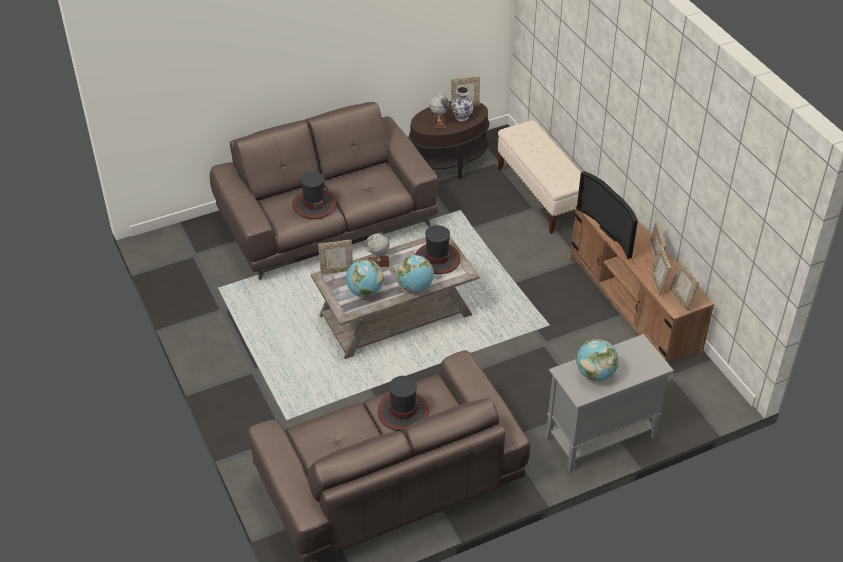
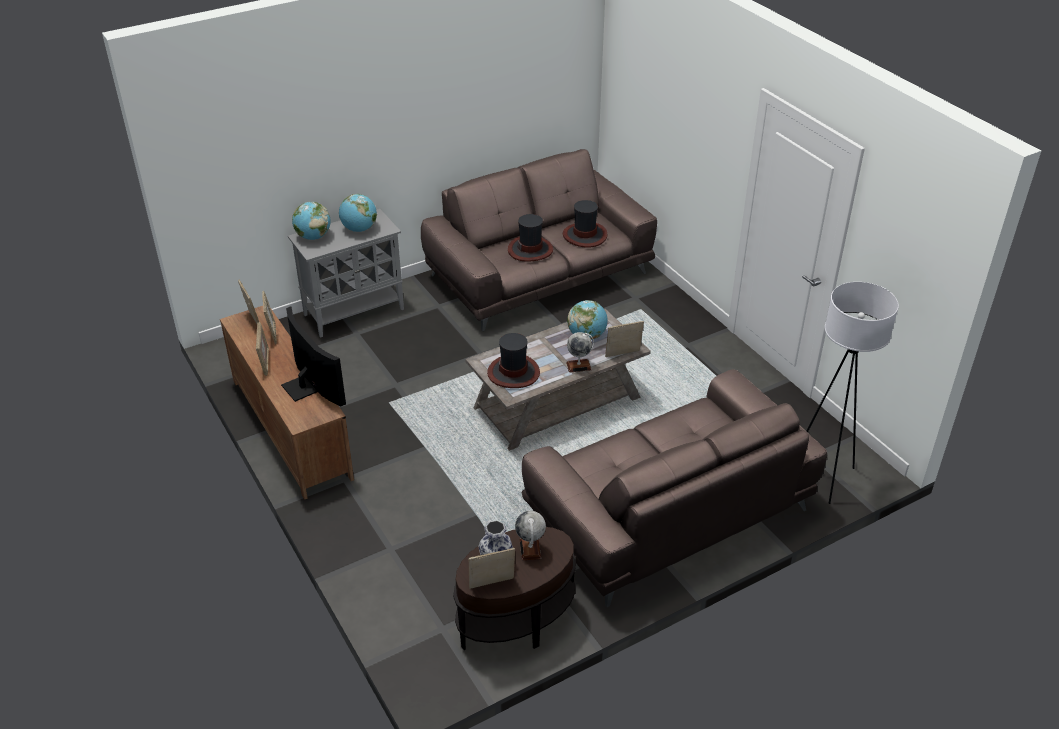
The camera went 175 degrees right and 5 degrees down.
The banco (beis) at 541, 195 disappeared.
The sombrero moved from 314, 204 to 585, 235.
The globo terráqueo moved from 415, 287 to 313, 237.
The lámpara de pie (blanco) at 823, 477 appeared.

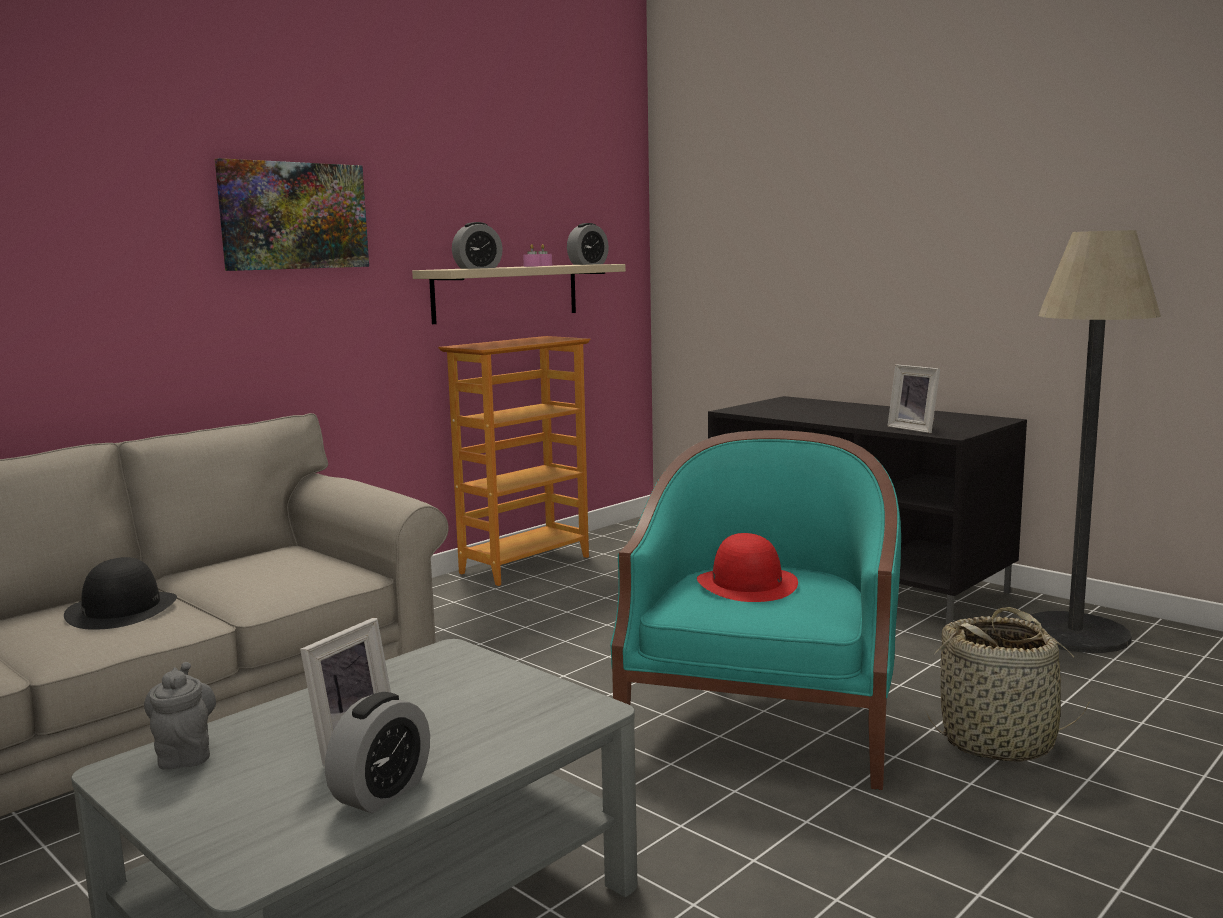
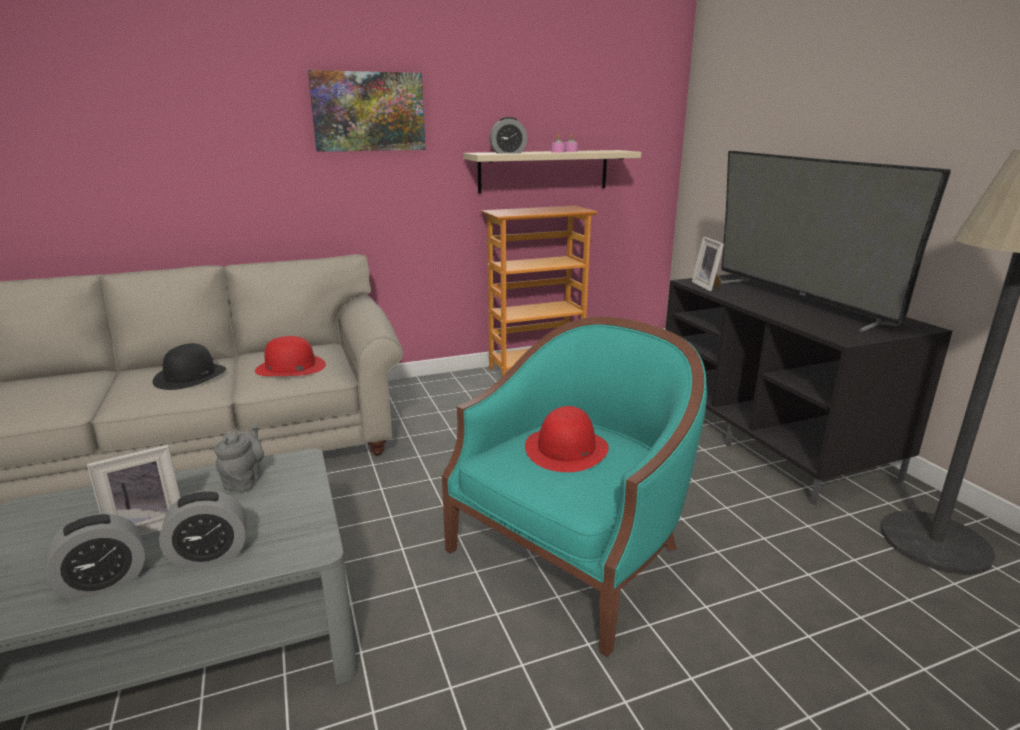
The camera went 25 degrees right and 10 degrees up.
The despertador moved from 588, 264 to 210, 554.
The portarretratos moved from 915, 429 to 708, 286.
The cesta at 999, 741 disappeared.
The tetera (gris) moved from 185, 754 to 244, 481.
The televisor at 797, 301 appeared.
The sombrero (rojo) at 290, 367 appeared.

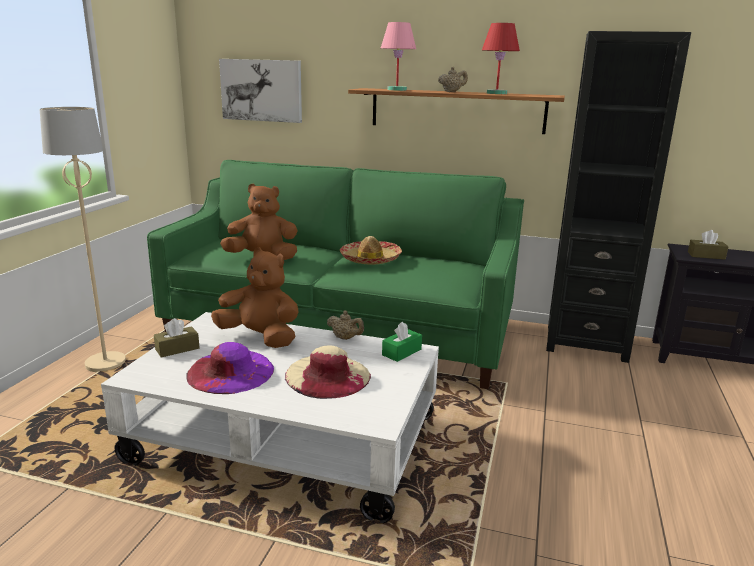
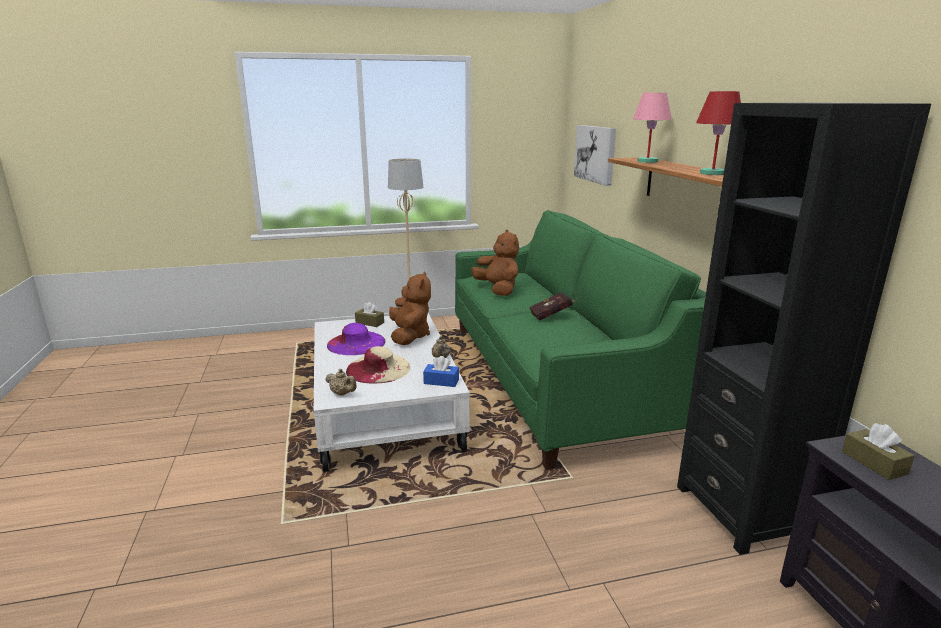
The camera went 60 degrees right and 0 degrees up.
The tetera (beis) moved from 452, 92 to 342, 394.
The sombrero at 370, 259 was replaced by the libro (rojo) at 552, 316.
The caja de pañuelos (verde) at 401, 352 became the caja de pañuelos (azul) at 441, 381.

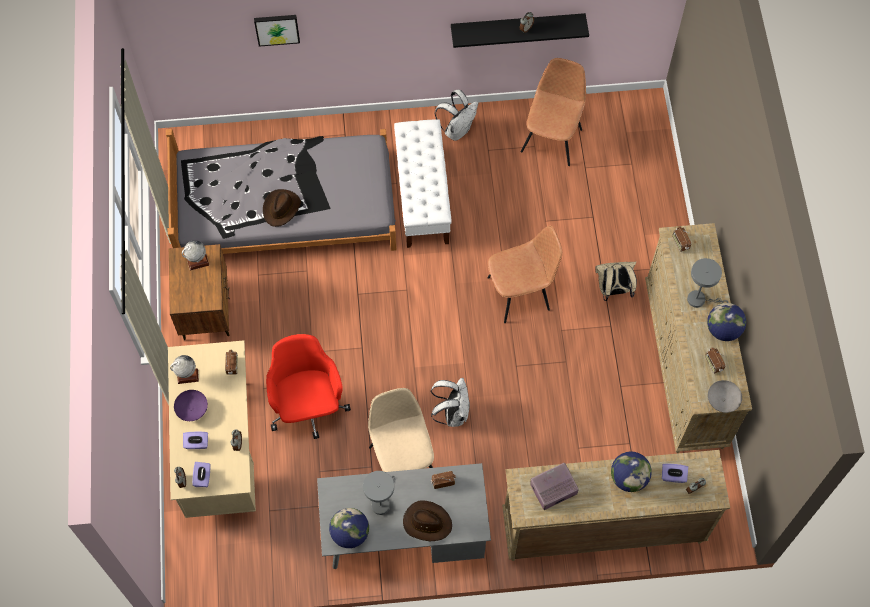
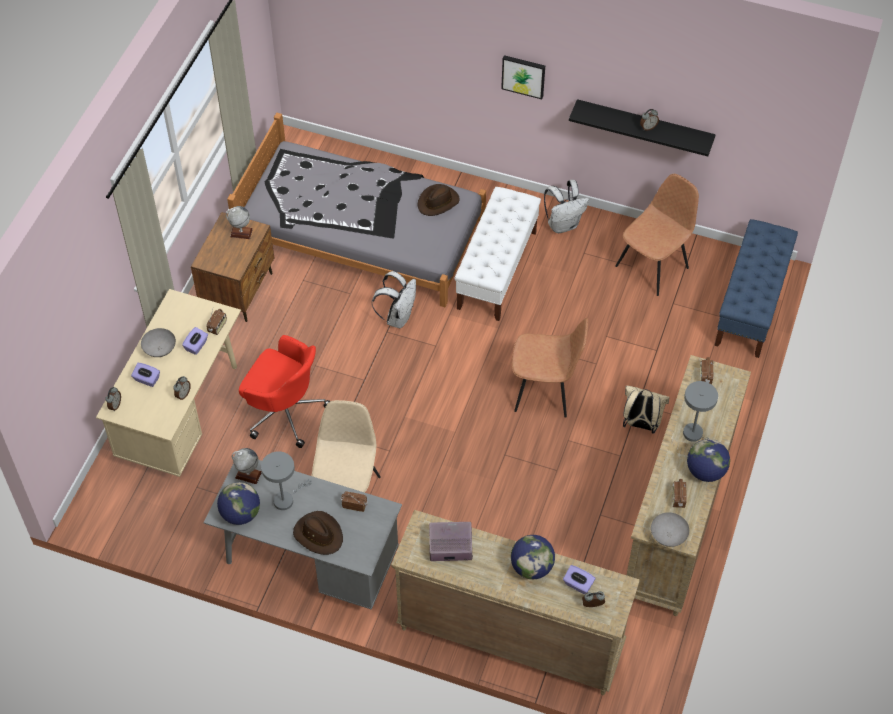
The camera went 25 degrees right and 10 degrees down.
The cuadro moved from 277, 28 to 523, 75.
The sombrero (marrón) moved from 281, 208 to 438, 202.
The silla de oficina (rojo) at 308, 406 turned 105 degrees clockwise.
The globo terráqueo moved from 187, 376 to 248, 475.
The mochila (blanco) moved from 452, 413 to 398, 317.
The cuenco (morado) at 192, 410 became the cuenco (gris) at 159, 350.
The caja de pañuelos (morado) moved from 203, 477 to 196, 346.
The banco (azul) at 751, 305 appeared.

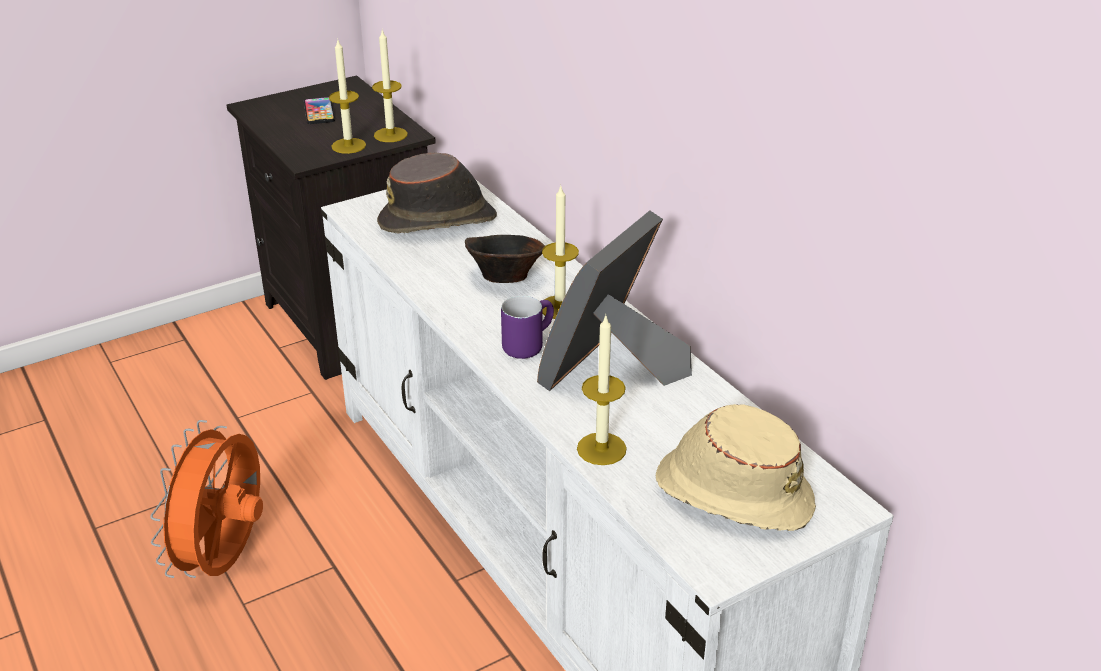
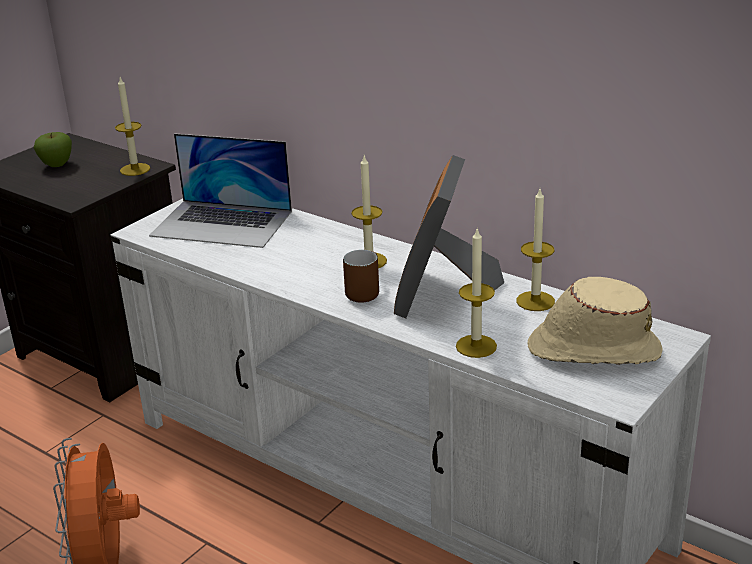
The camera went 20 degrees left and 5 degrees down.
The vela moved from 348, 146 to 535, 301.
The móvil at 319, 112 was replaced by the manzana at 57, 164.
The sombrero (marrón) at 439, 221 was replaced by the portátil at 222, 223.
The cuenco (marrón) at 504, 277 disappeared.
The taza grande (morado) at 527, 344 became the taza grande (marrón) at 363, 291.

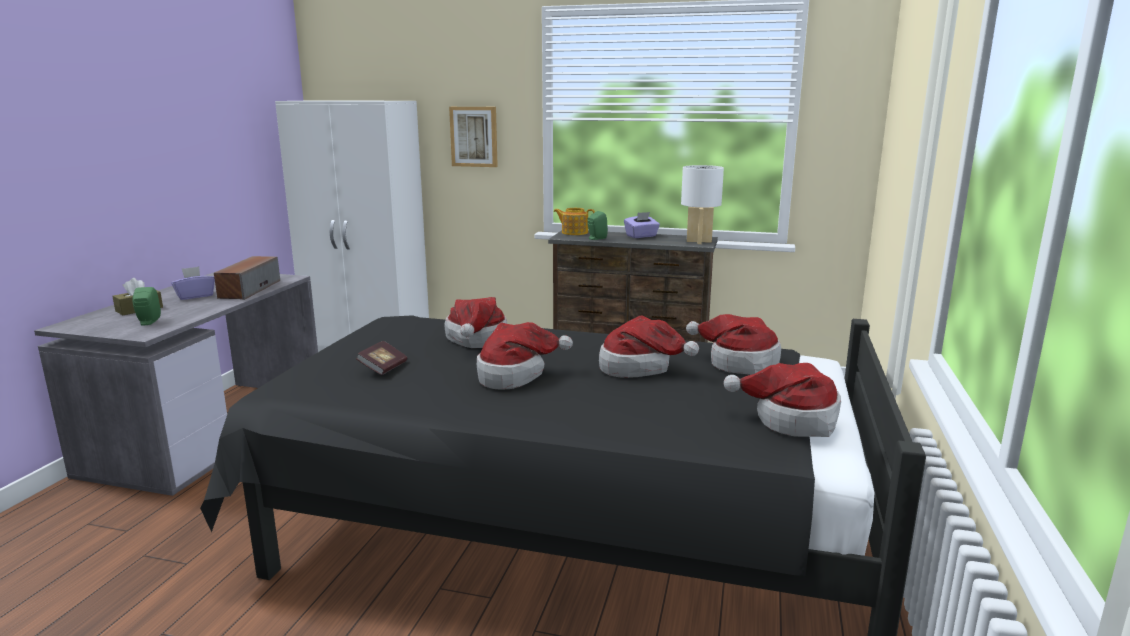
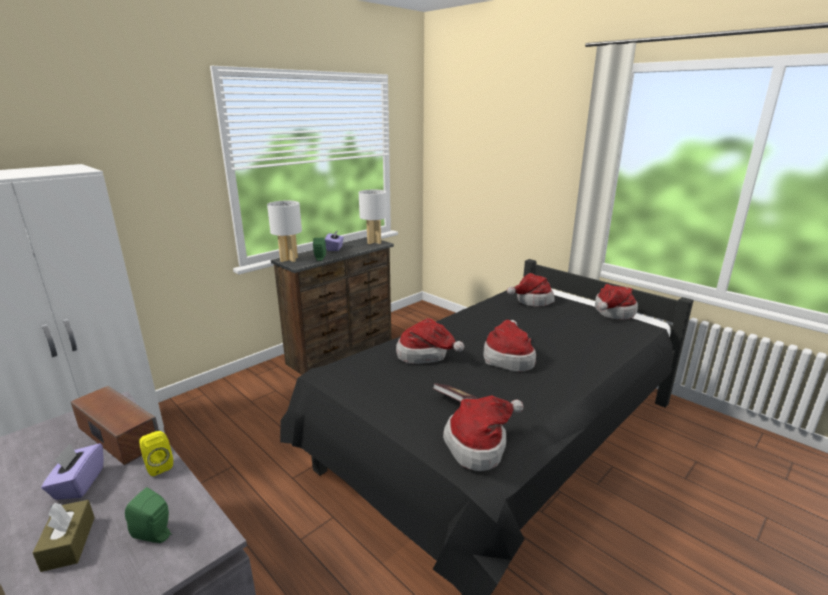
The camera went 60 degrees left and 5 degrees up.
The cuadro at 474, 136 disappeared.
The tetera at 574, 232 was replaced by the lámpara de mesa (blanco) at 289, 259.
The sombrero moved from 640, 368 to 479, 444.
The altavoz (amarillo) at 158, 466 appeared.

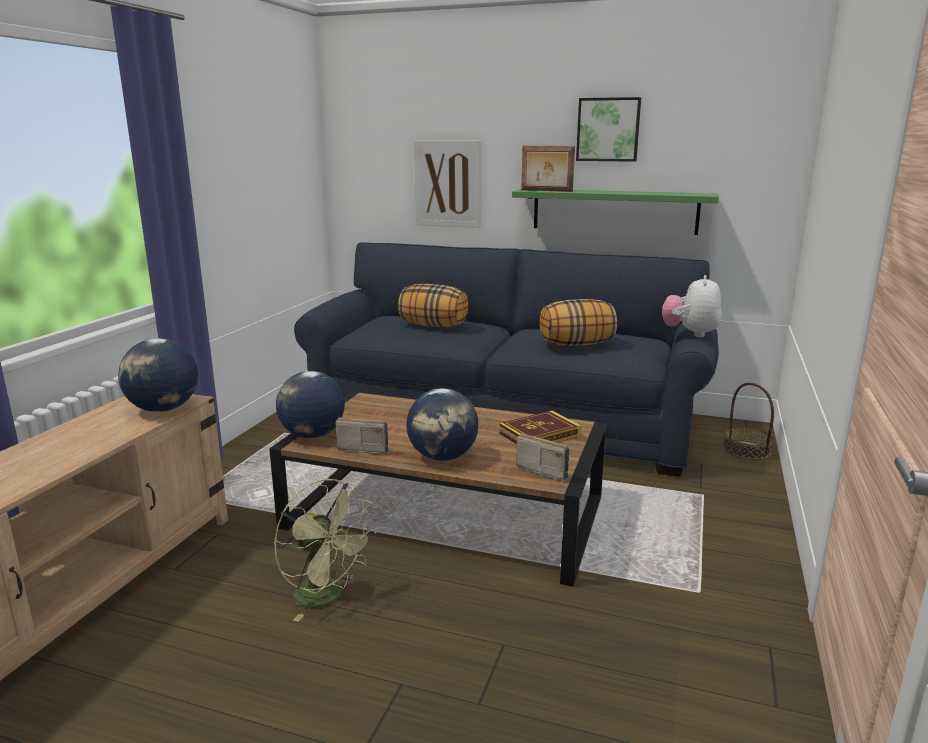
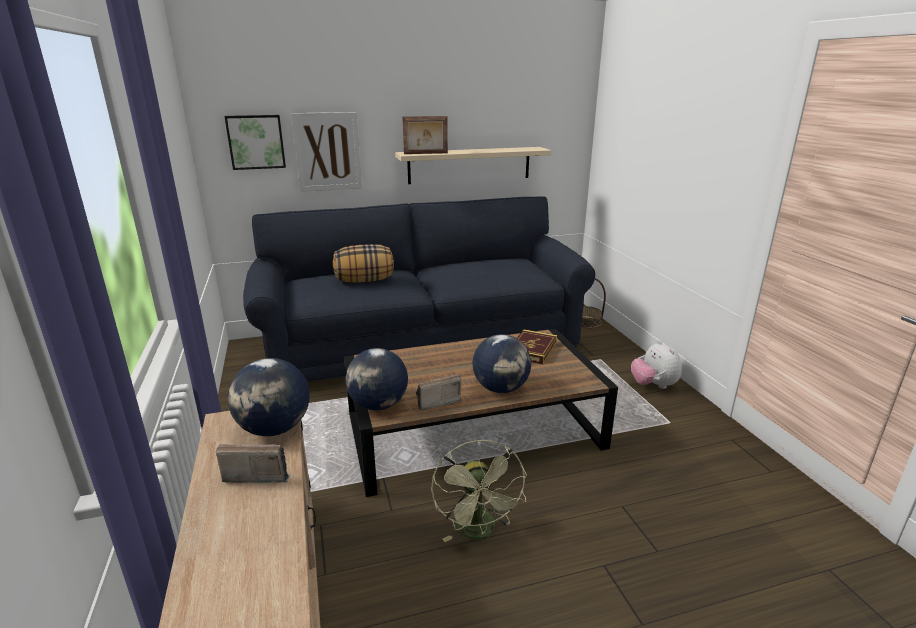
The camera went 35 degrees left and 5 degrees up.
The cuadro moved from 608, 129 to 256, 142.
The estante (verde) at 614, 211 became the estante (beis) at 469, 165.
The peluche moved from 690, 333 to 653, 385.
The cojín at 576, 345 disappeared.
The radio moved from 544, 470 to 257, 474.
The ventilador (verde) at 327, 597 turned 75 degrees clockwise.

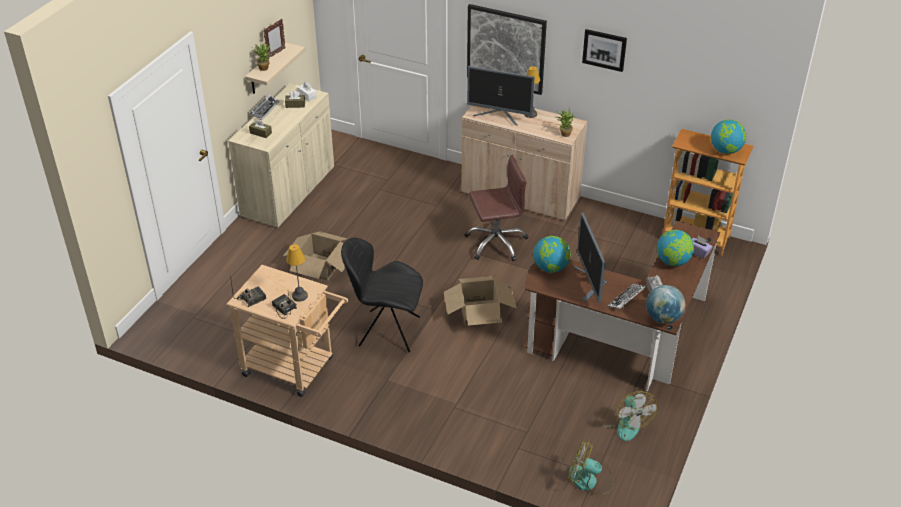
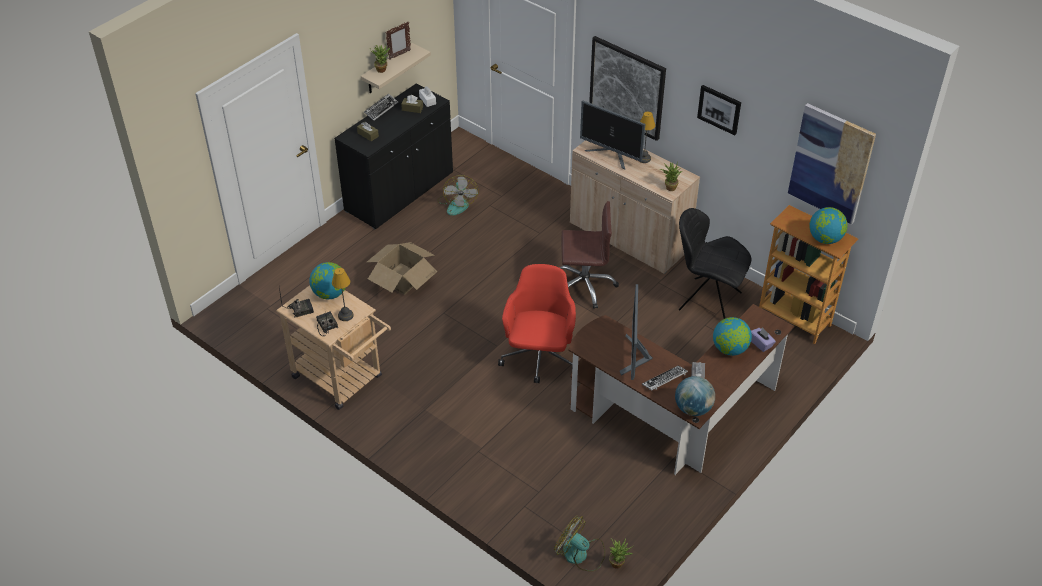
The camera went 15 degrees right and 5 degrees up.
The armario (beis) at 288, 192 became the armario (negro) at 399, 192.
The globo terráqueo moved from 551, 268 to 330, 294.
The silla (negro) moved from 386, 331 to 707, 300.
The caja de cartón at 479, 312 was replaced by the silla de oficina (rojo) at 539, 357.
The ventilador moved from 625, 423 to 457, 203.
The cuadro at 831, 163 appeared.
The planta en maceta at 619, 563 appeared.

